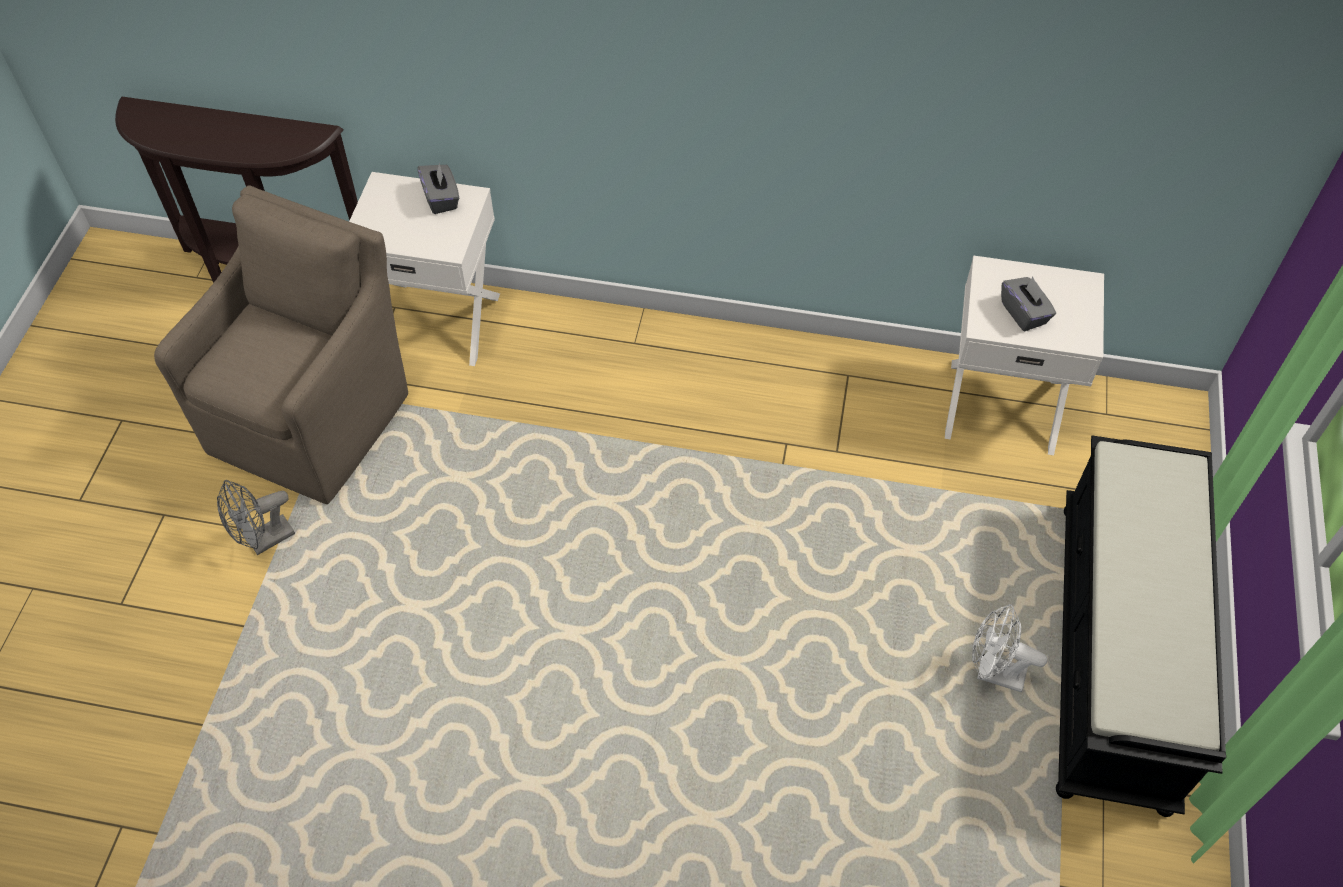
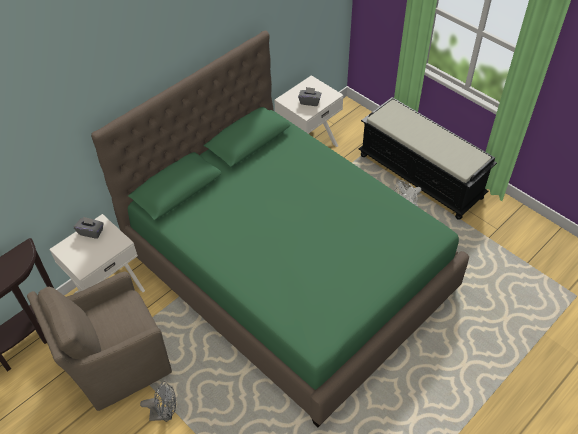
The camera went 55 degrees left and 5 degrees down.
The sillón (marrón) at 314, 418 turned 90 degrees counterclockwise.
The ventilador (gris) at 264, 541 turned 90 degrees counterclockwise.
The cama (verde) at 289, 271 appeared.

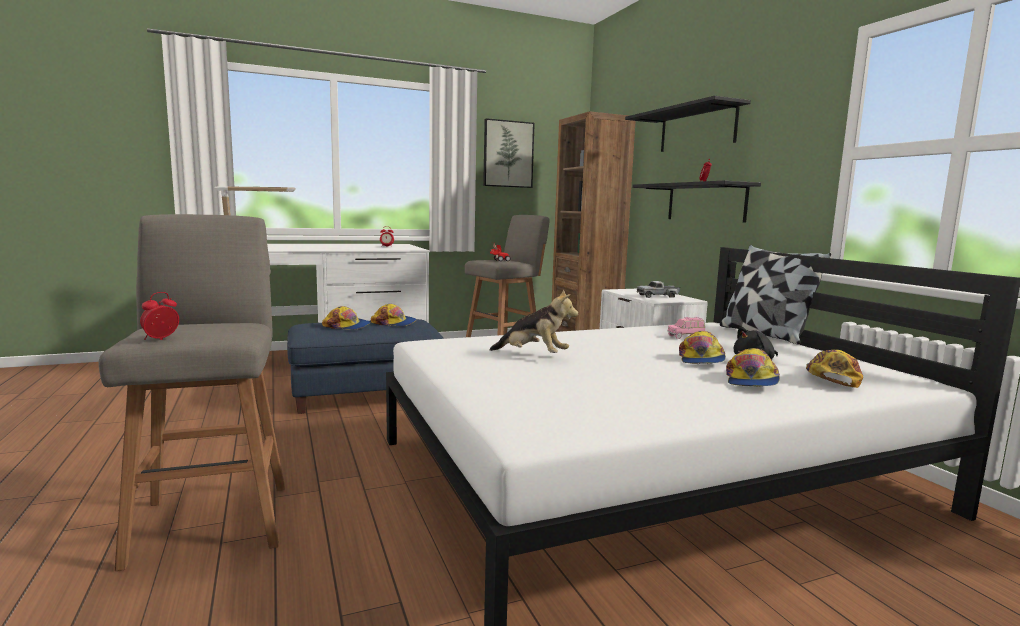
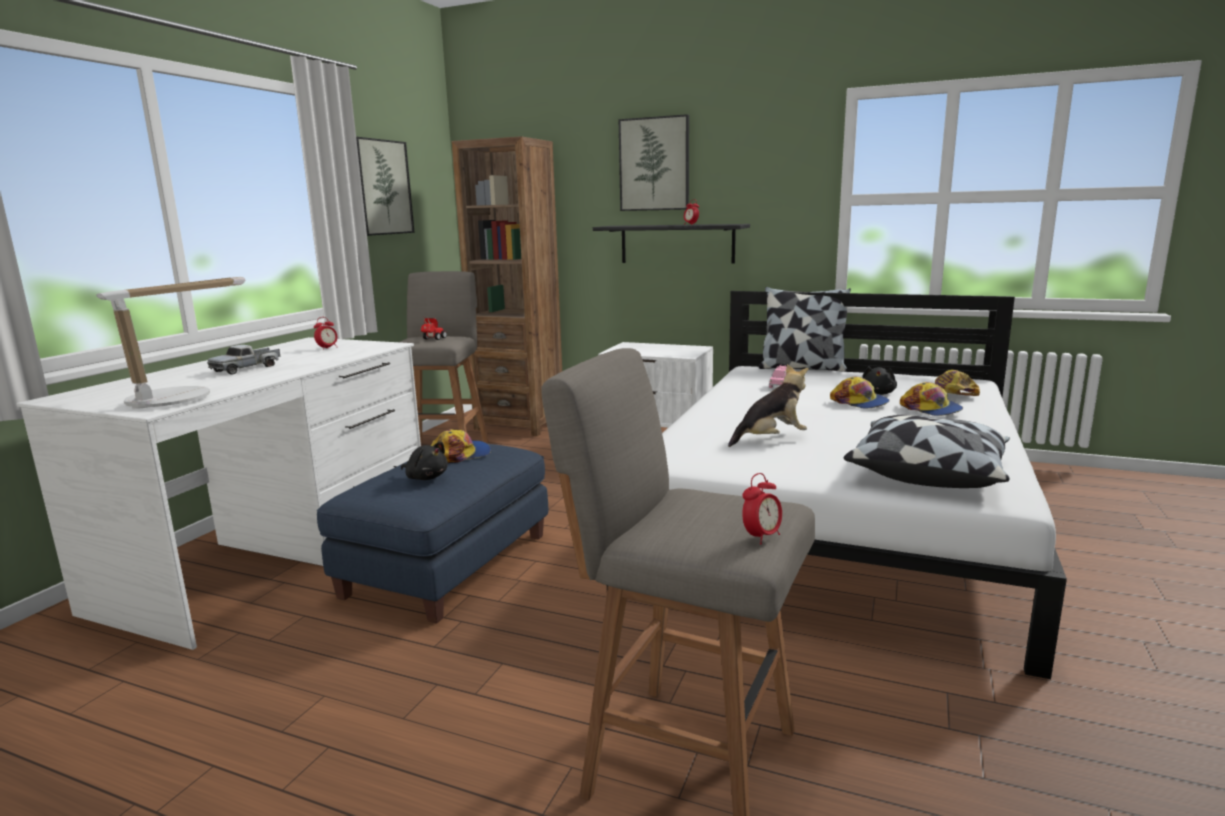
The camera went 45 degrees left and 5 degrees up.
The estante (negro) at 697, 129 was replaced by the cuadro at 654, 164.
The camión de juguete moved from 658, 296 to 247, 368.
The despertador at 160, 339 turned 120 degrees counterclockwise.
The gorra at 347, 326 was replaced by the peluche (negro) at 426, 477.
The cojín at 927, 473 appeared.

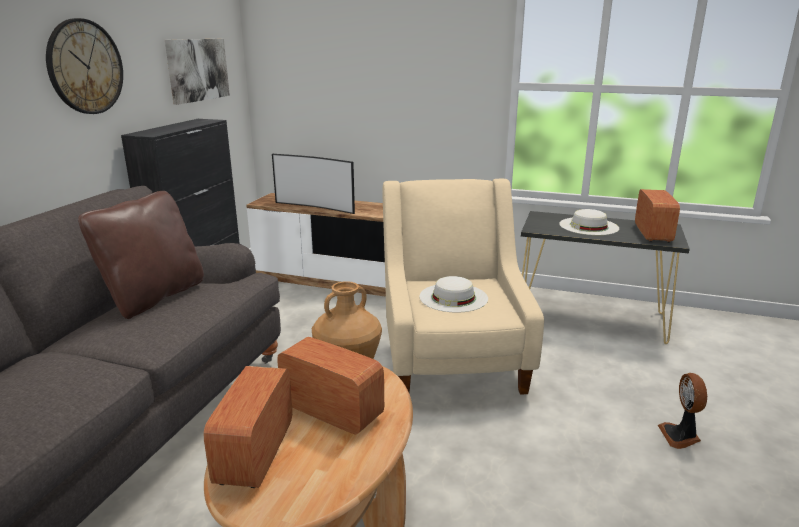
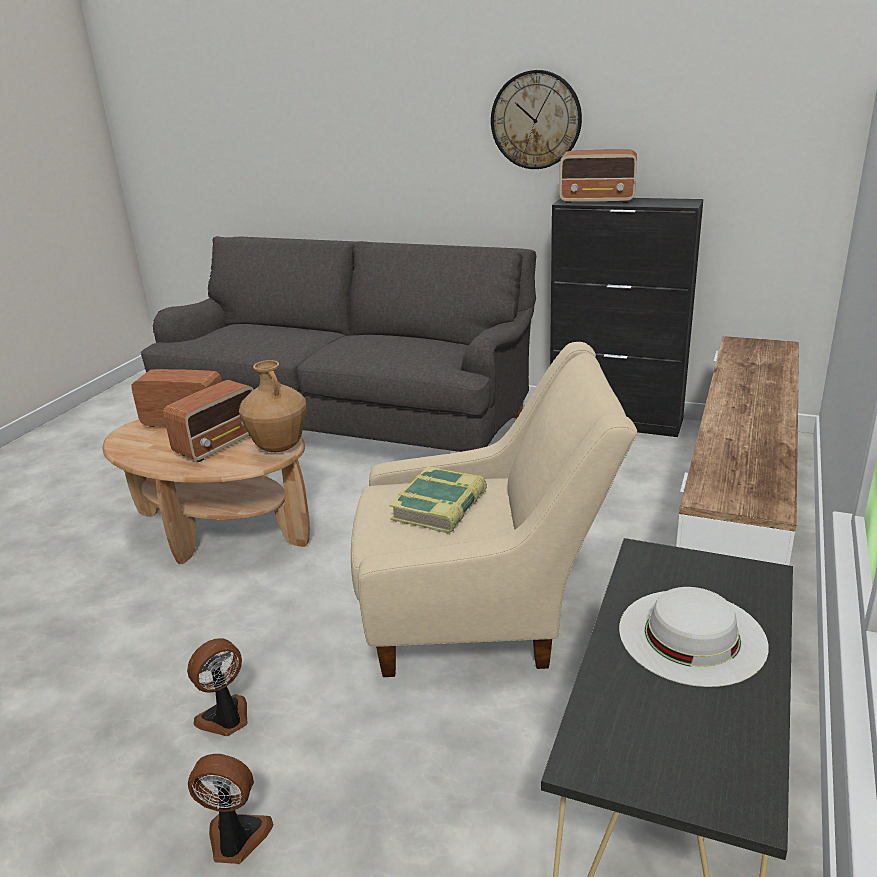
The camera went 95 degrees right and 5 degrees up.
The cuadro at 197, 69 disappeared.
The televisor at 316, 207 disappeared.
The radio moved from 652, 233 to 598, 200.
The cojín (marrón) at 154, 297 disappeared.
The sombrero (blanco) at 453, 297 was replaced by the libro at 440, 507.
The ventilador at 226, 719 appeared.

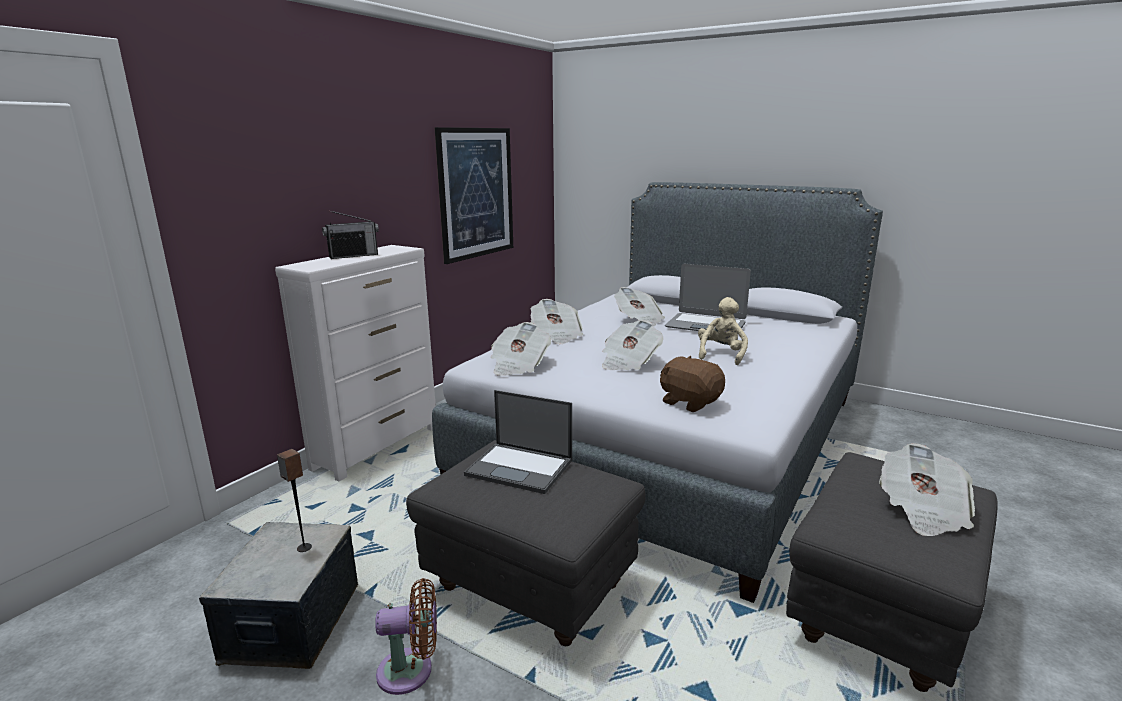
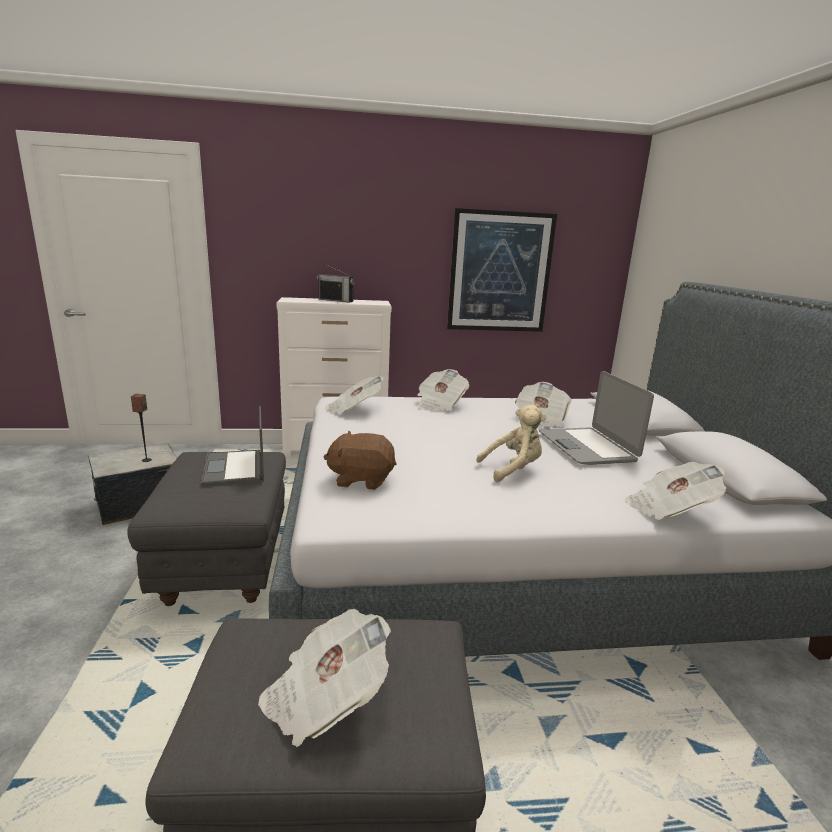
The camera went 50 degrees right and 0 degrees up.
The periódico moved from 628, 362 to 669, 509.
The peluche (marrón) at 690, 402 turned 90 degrees counterclockwise.
The ventilador (marrón) at 411, 671 disappeared.

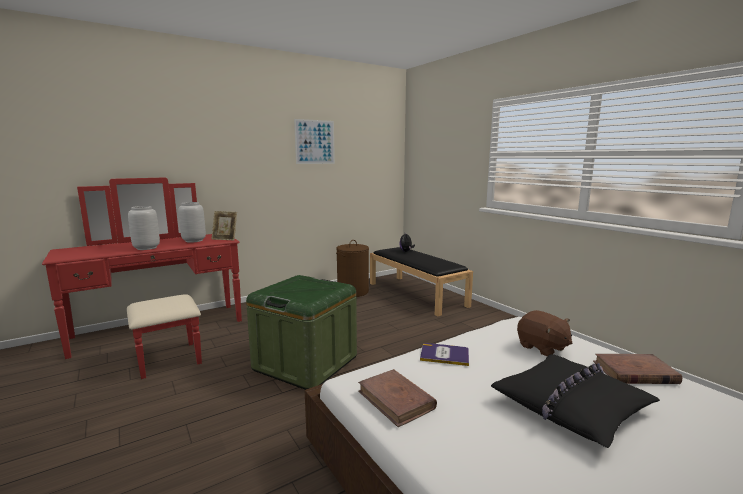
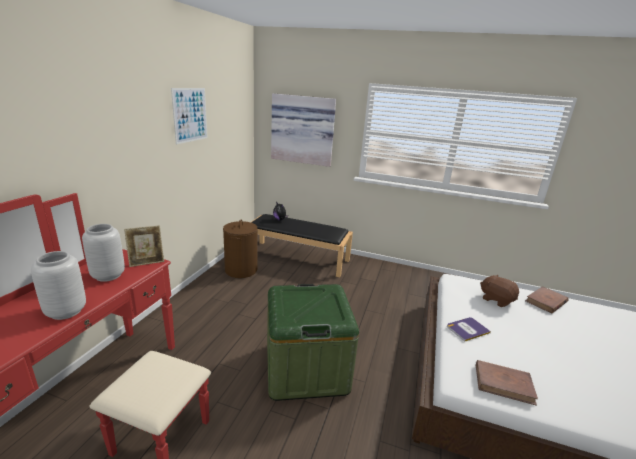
The camera went 40 degrees left and 10 degrees up.
The peluche (marrón) at 542, 347 turned 150 degrees counterclockwise.
The cojín (negro) at 571, 406 disappeared.
The cuadro at 303, 129 appeared.

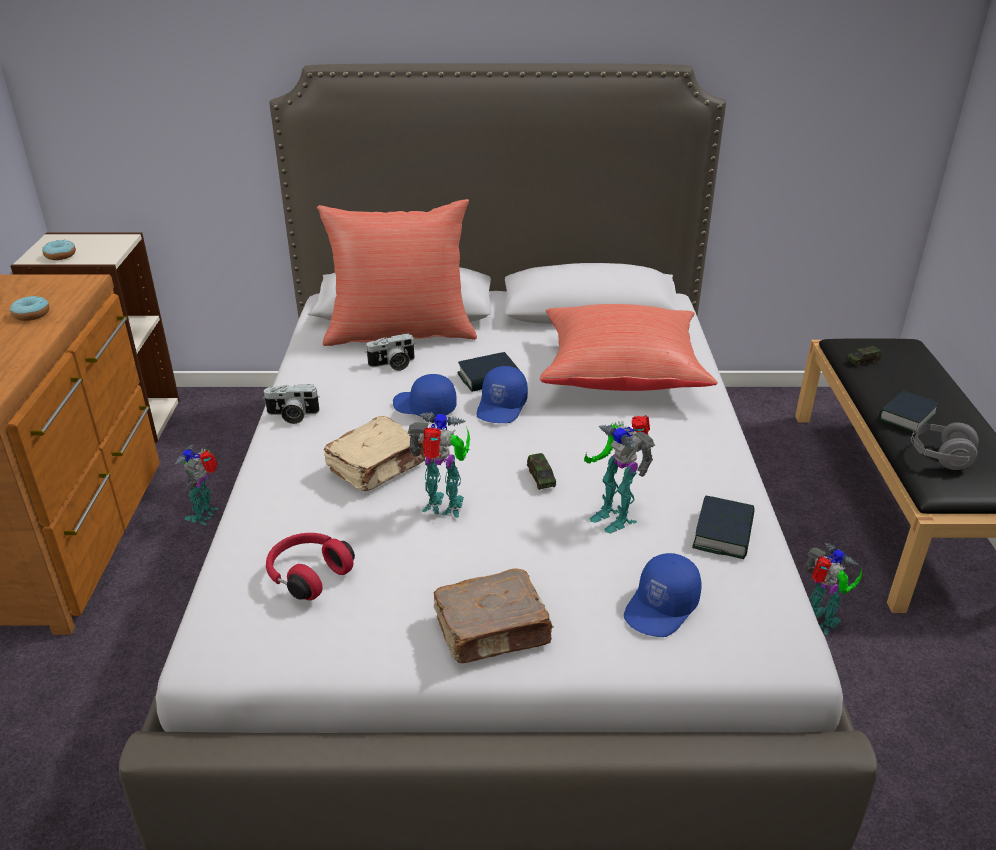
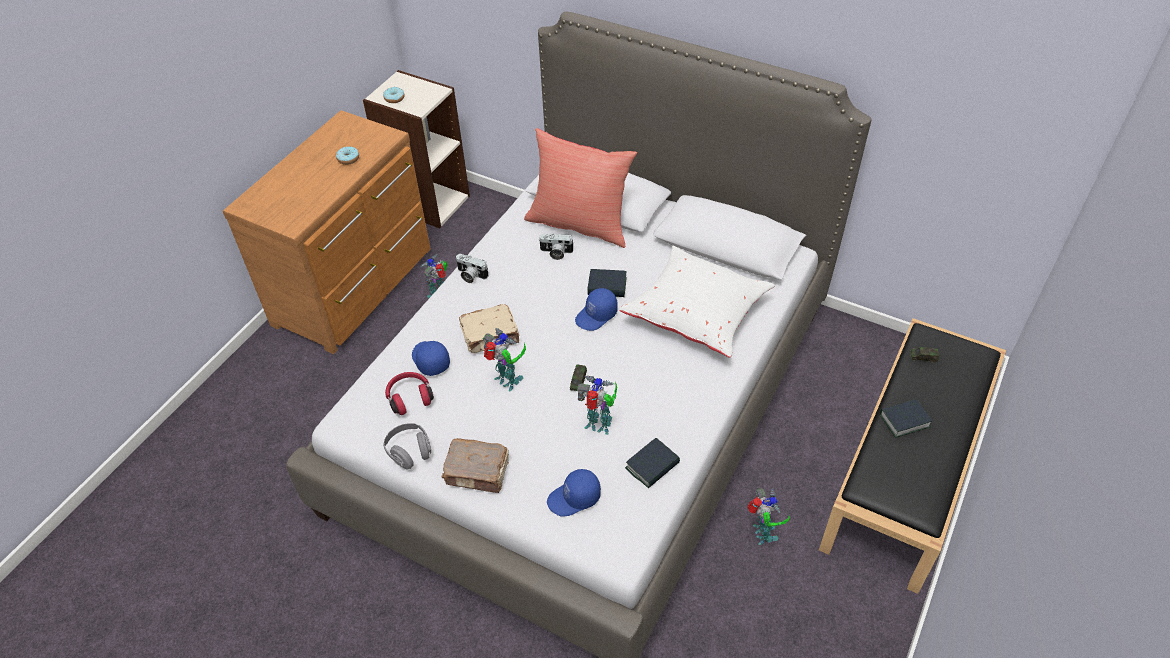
The camera went 30 degrees right and 15 degrees up.
The cojín (rojo) at 621, 373 became the cojín (blanco) at 697, 314.
The gorra (azul) moved from 424, 407 to 430, 360.
The robot de juguete at 614, 515 turned 120 degrees clockwise.
The auriculares (gris) moved from 939, 457 to 409, 452.

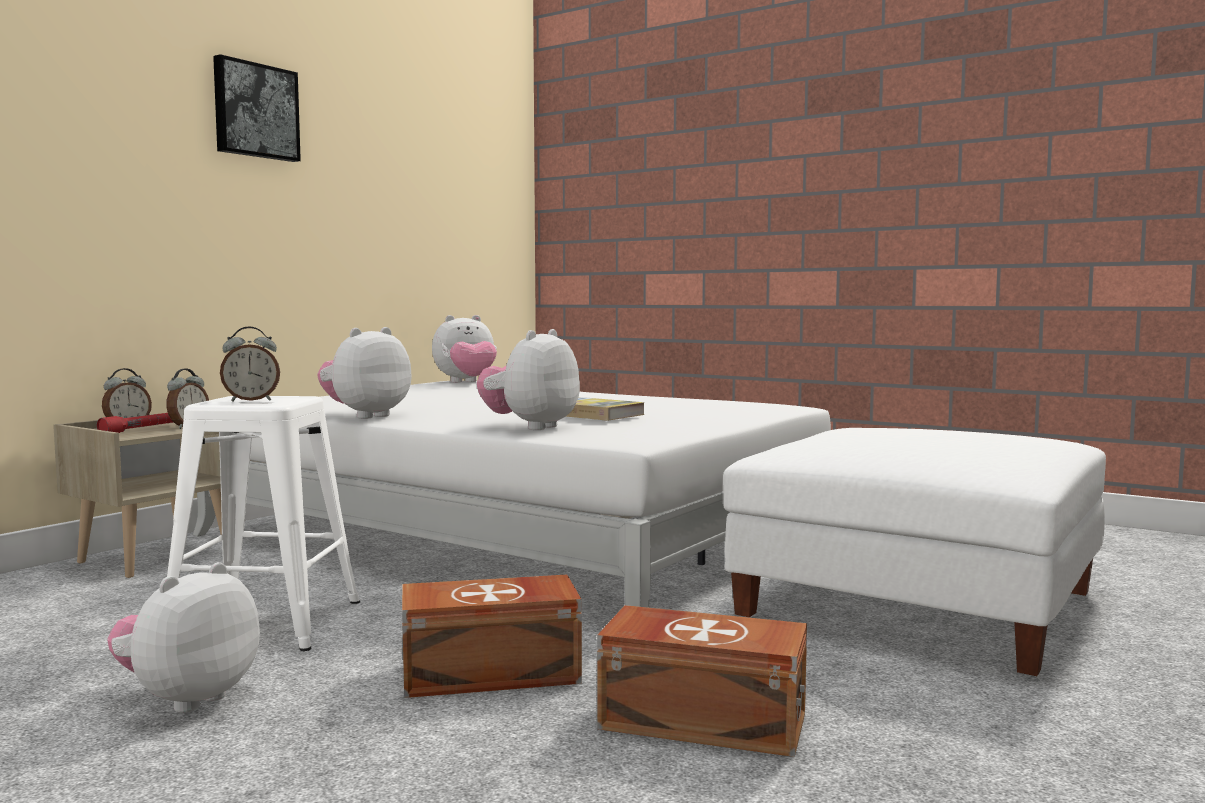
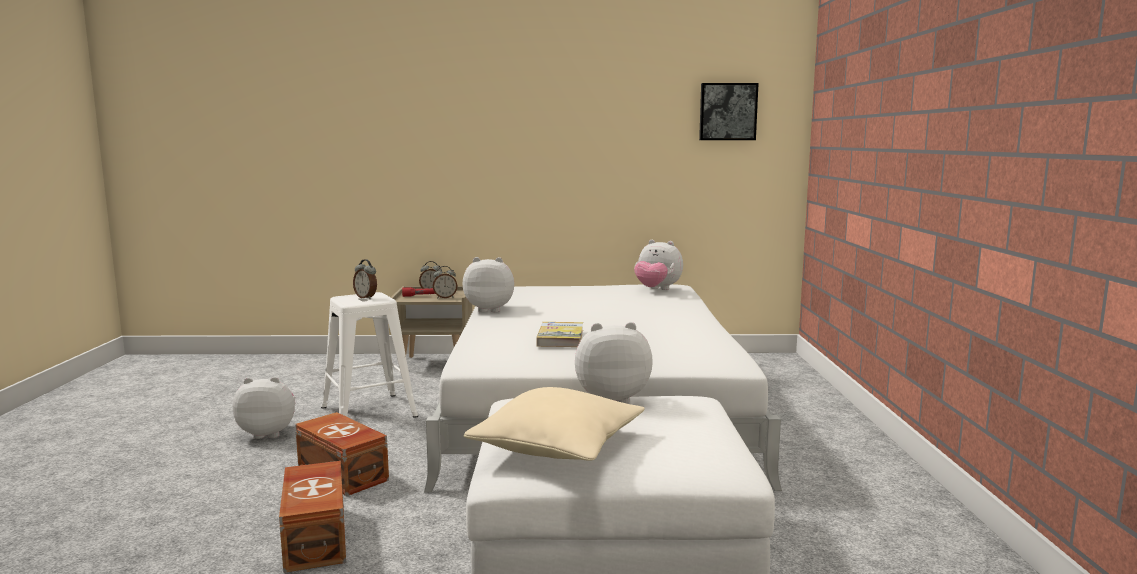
The camera went 55 degrees right and 5 degrees up.
The cuadro moved from 255, 111 to 727, 112.
The peluche moved from 531, 427 to 611, 398.
The cojín (beis) at 557, 446 appeared.

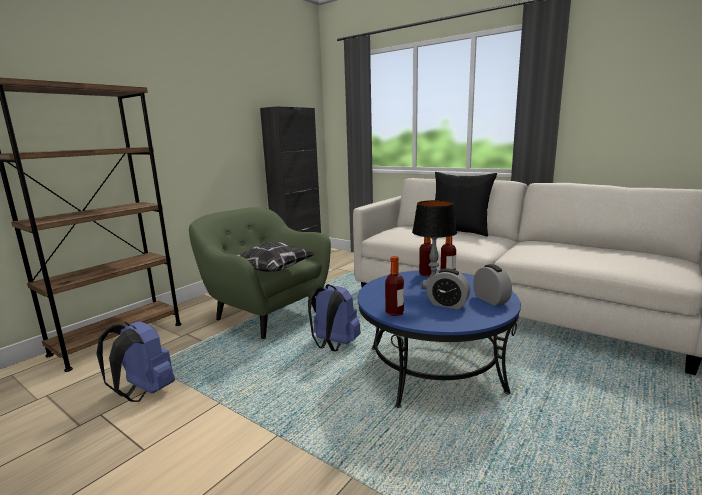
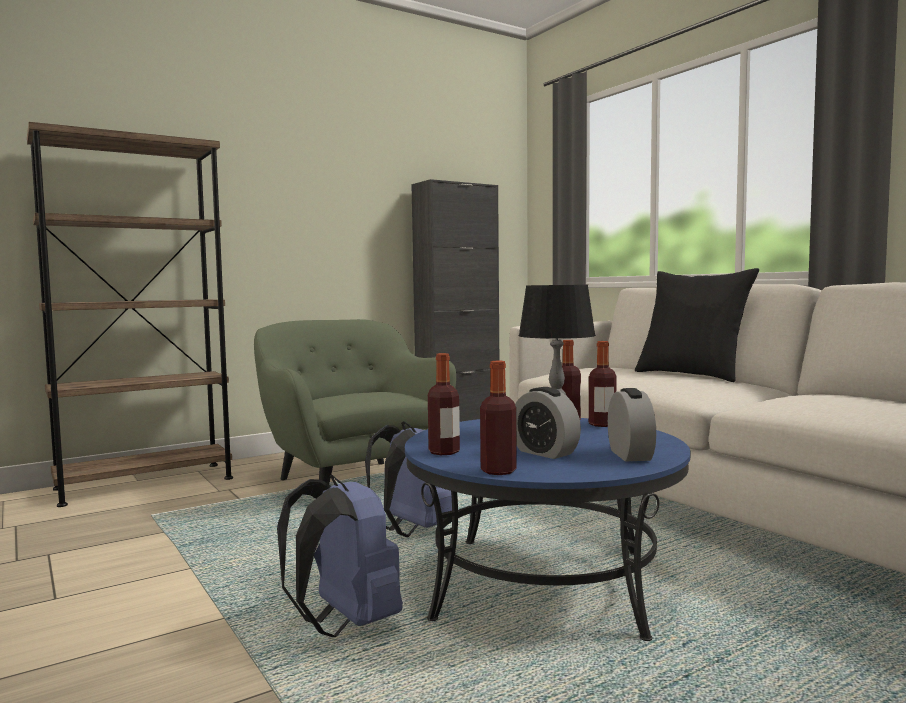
The camera went 20 degrees right and 10 degrees down.
The cojín at 273, 270 disappeared.
The mochila (azul) moved from 144, 392 to 345, 623.
The botella at 498, 471 appeared.

